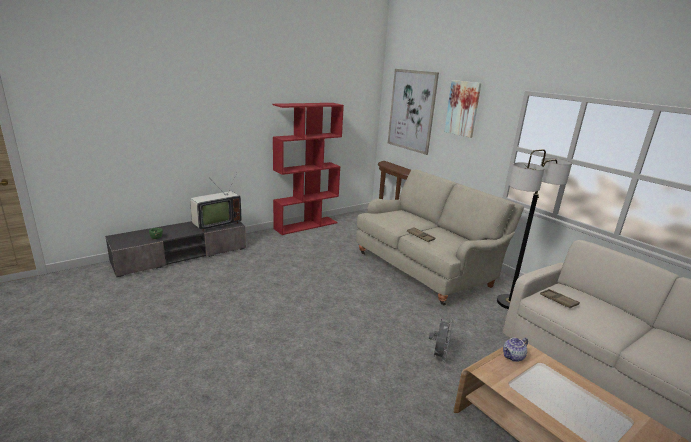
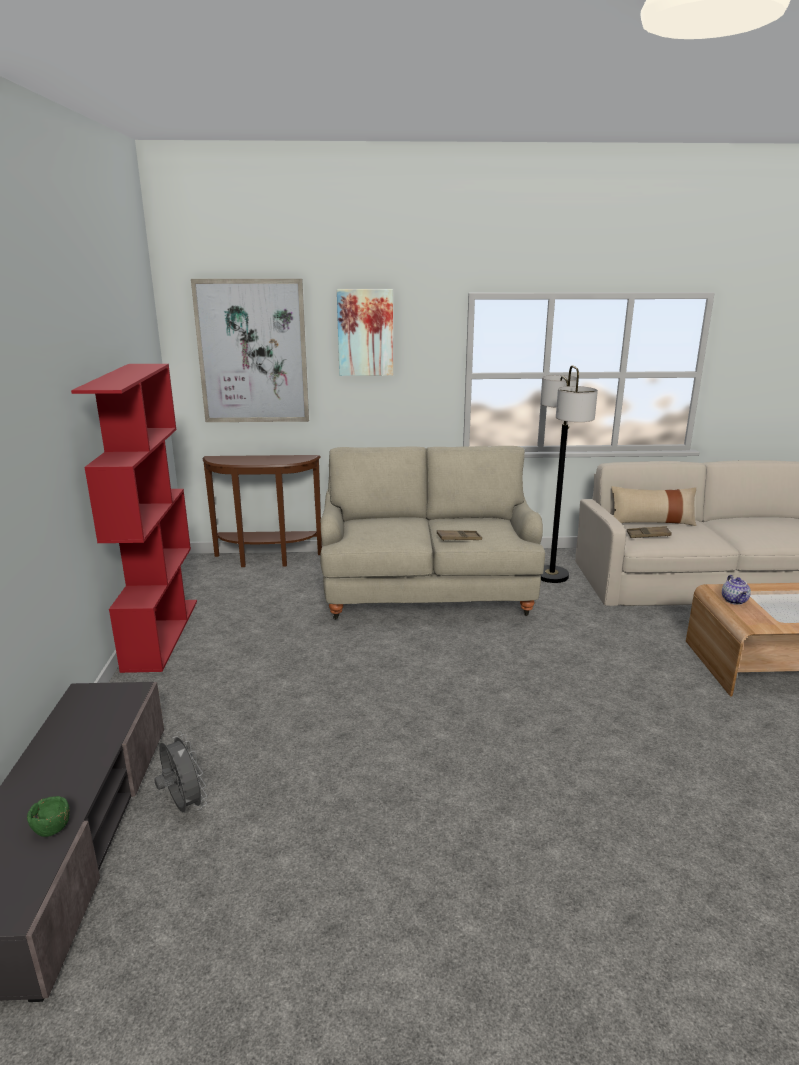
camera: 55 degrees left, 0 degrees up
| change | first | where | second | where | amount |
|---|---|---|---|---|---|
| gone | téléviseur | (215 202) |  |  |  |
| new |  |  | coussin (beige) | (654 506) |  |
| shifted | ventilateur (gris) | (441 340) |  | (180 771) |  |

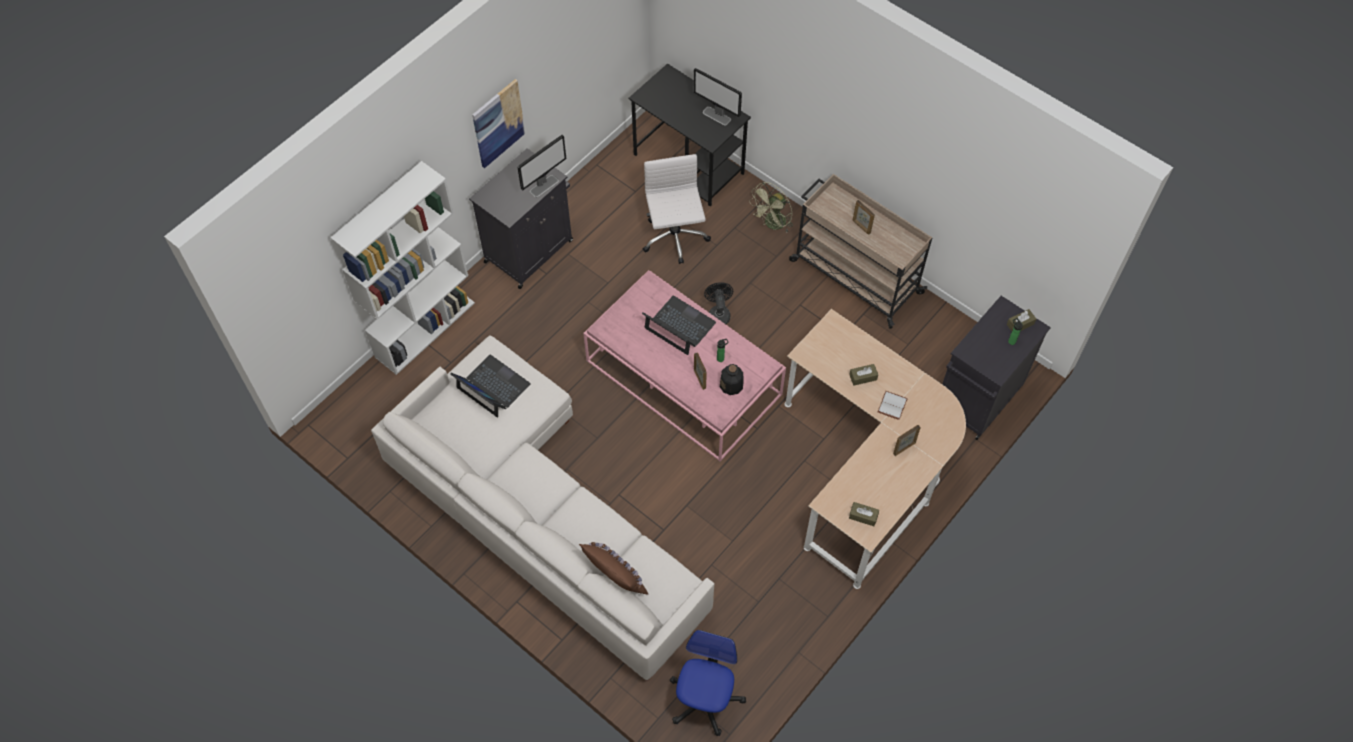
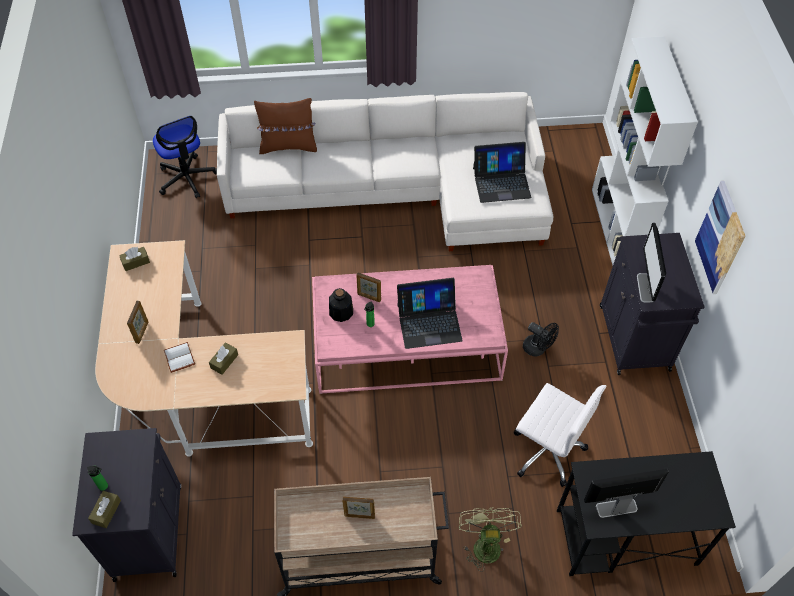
camera: 135 degrees right, 5 degrees down
| change | first | where | second | where | amount |
|---|---|---|---|---|---|
| shifted | ventilateur (noir) | (718 303) |  | (541 339) |  |

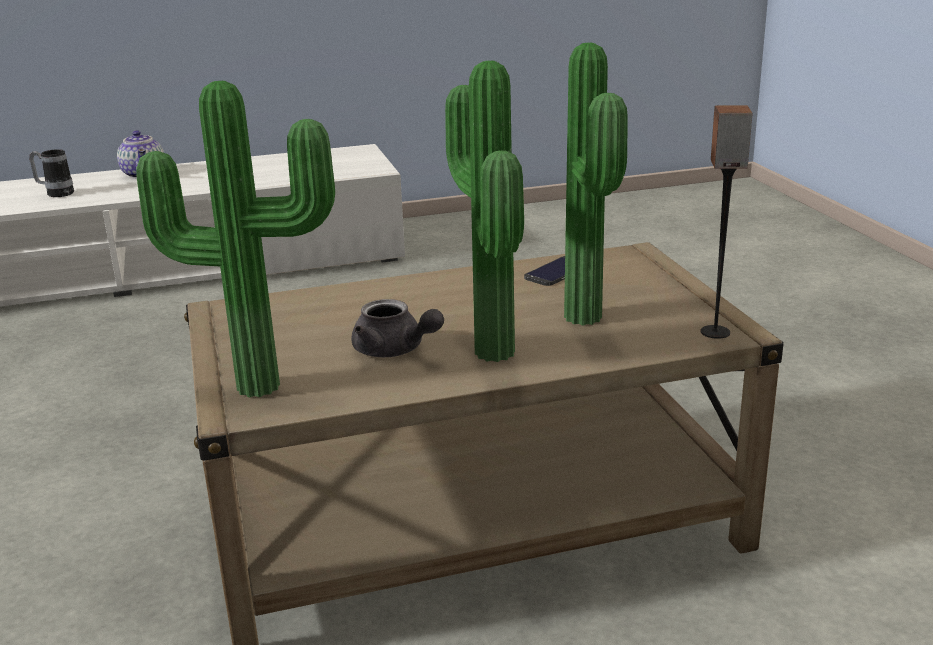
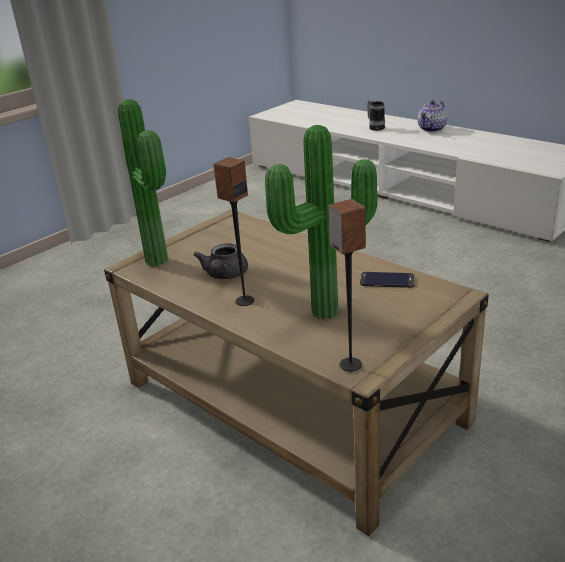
camera: 60 degrees right, 5 degrees up
| change | first | where | second | where | amount |
|---|---|---|---|---|---|
| swapped | plante en pot | (484 211) | enceinte | (233 231) |  |

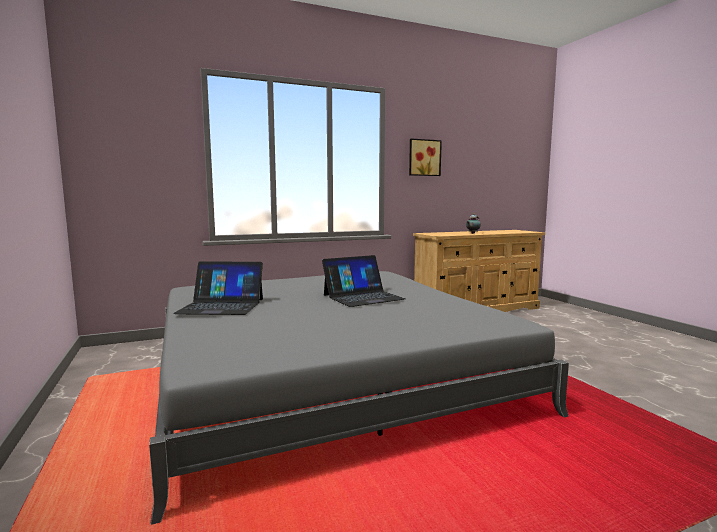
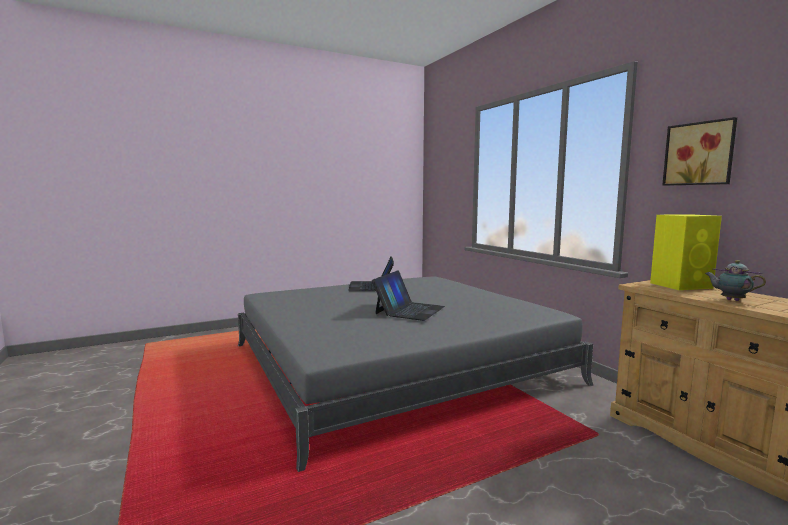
camera: 85 degrees right, 0 degrees up
| change | first | where | second | where | amount |
|---|---|---|---|---|---|
| new |  |  | enceinte (jaune) | (686 252) |  |
| rotated | ordinateur portable | (363 281) |  | (408 295) | 120 degrees counterclockwise |

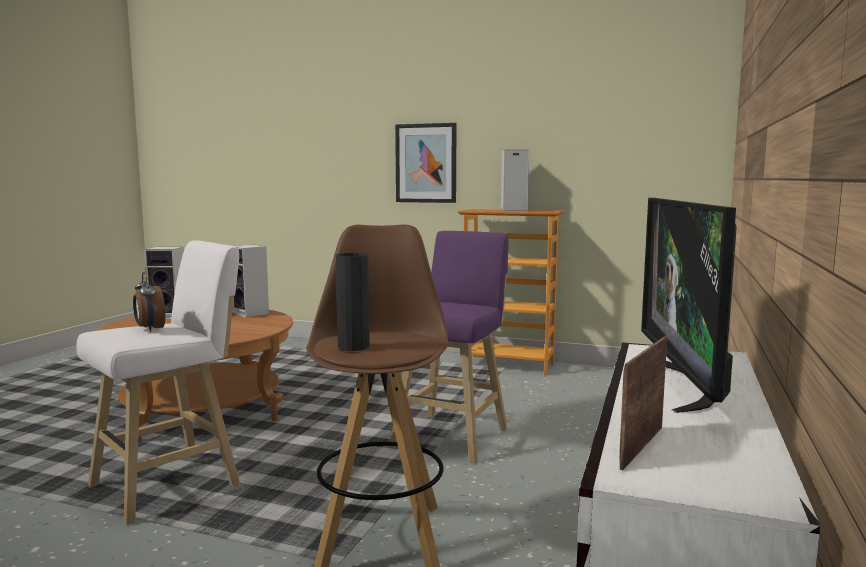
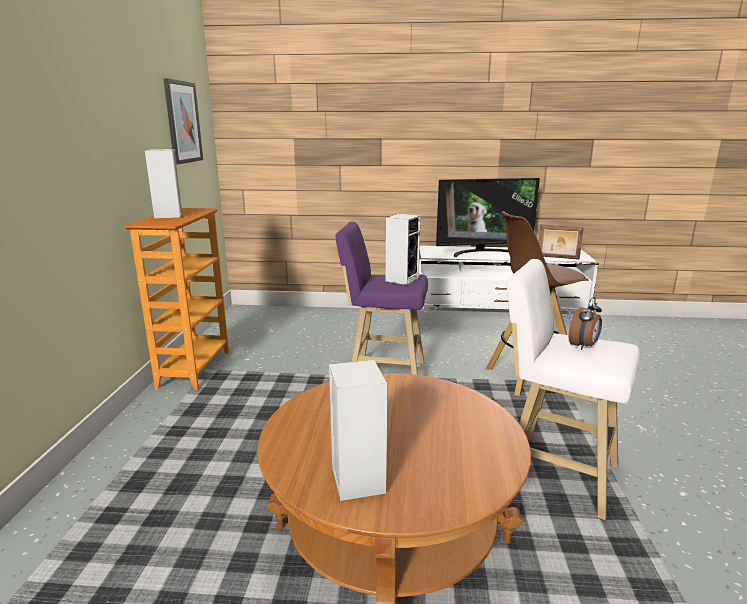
camera: 105 degrees left, 10 degrees up
| change | first | where | second | where | amount |
|---|---|---|---|---|---|
| gone | vase (noir) | (353 302) |  |  |  |
| shifted | enceinte | (250 281) |  | (403 249) |  |
| shifted | tableau | (426 163) |  | (183 121) |  |

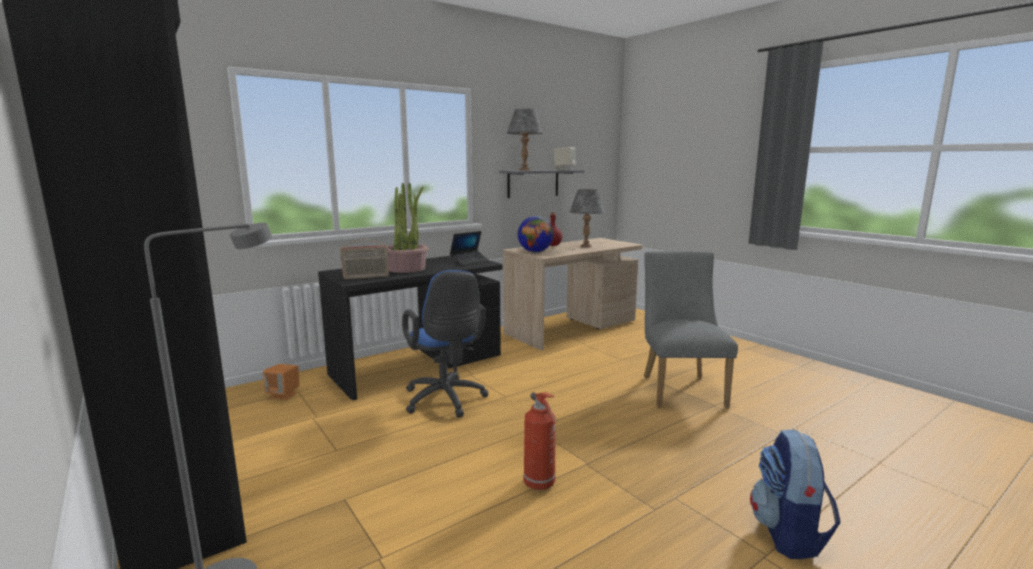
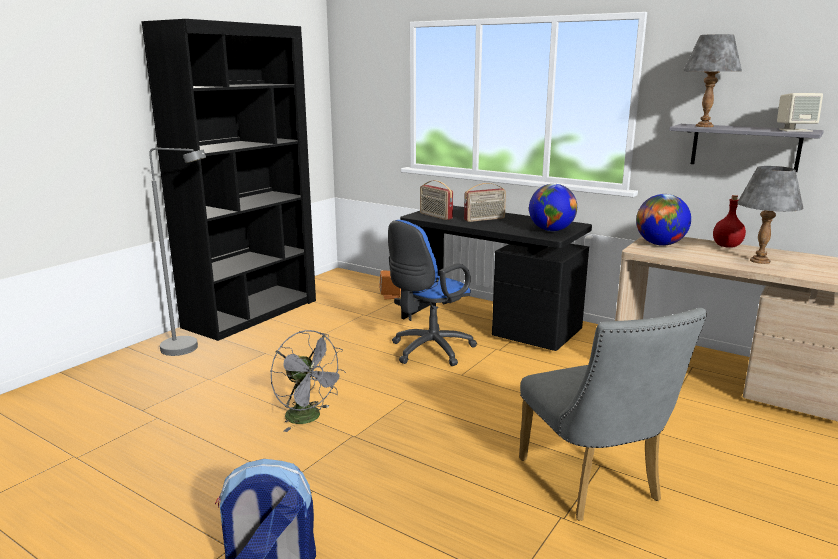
camera: 70 degrees right, 5 degrees up
| change | first | where | second | where | amount |
|---|---|---|---|---|---|
| swapped | plante en pot | (407 228) | radio | (485 202) |  |
| swapped | ordinateur portable | (470 248) | globe | (553 207) |  |
| swapped | extincteur | (540 441) | ventilateur (gris) | (308 381) |  |
| rotated | chaise (gris) | (691 329) |  | (613 414) | 90 degrees clockwise |

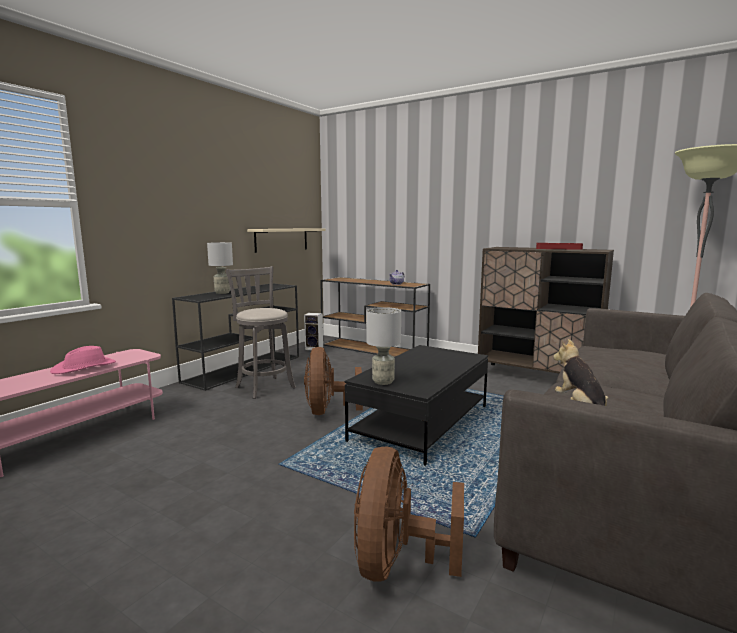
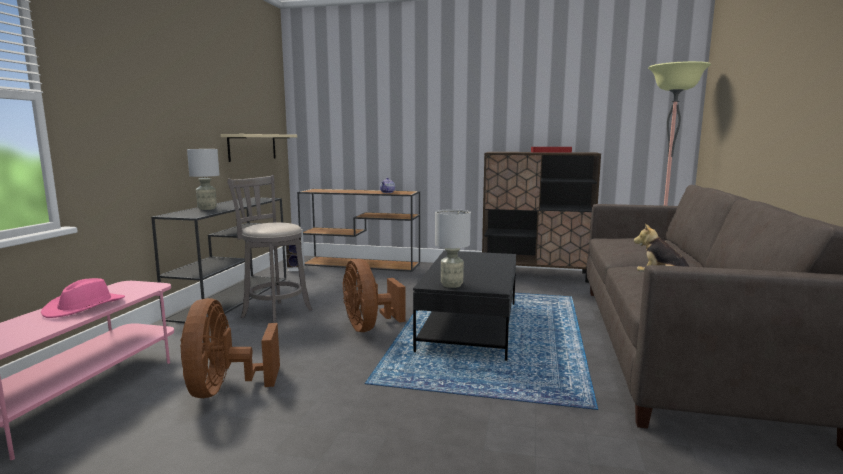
camera: 20 degrees left, 0 degrees up
| change | first | where | second | where | amount |
|---|---|---|---|---|---|
| shifted | ventilateur (marron) | (409 514) |  | (230 348) |  |

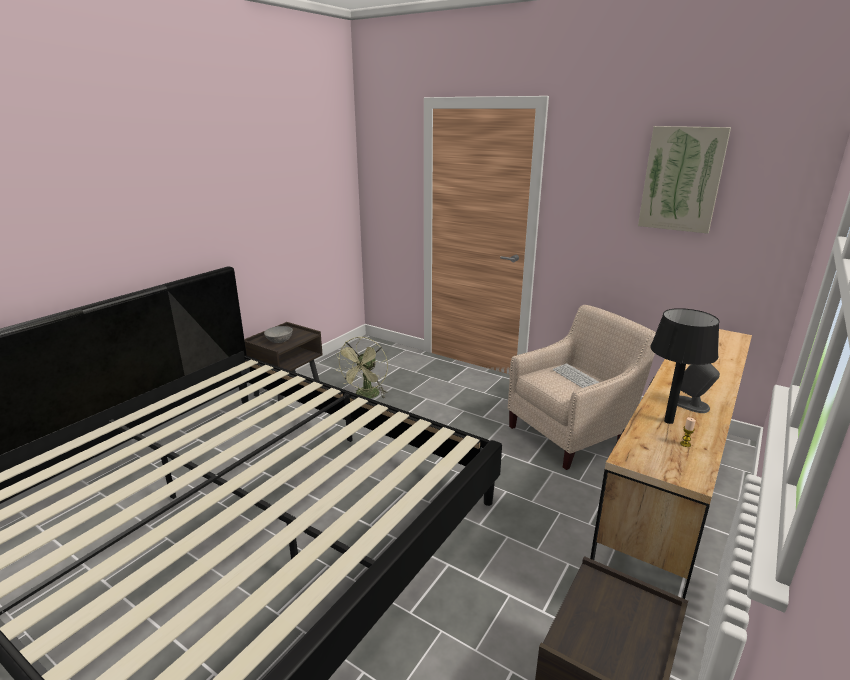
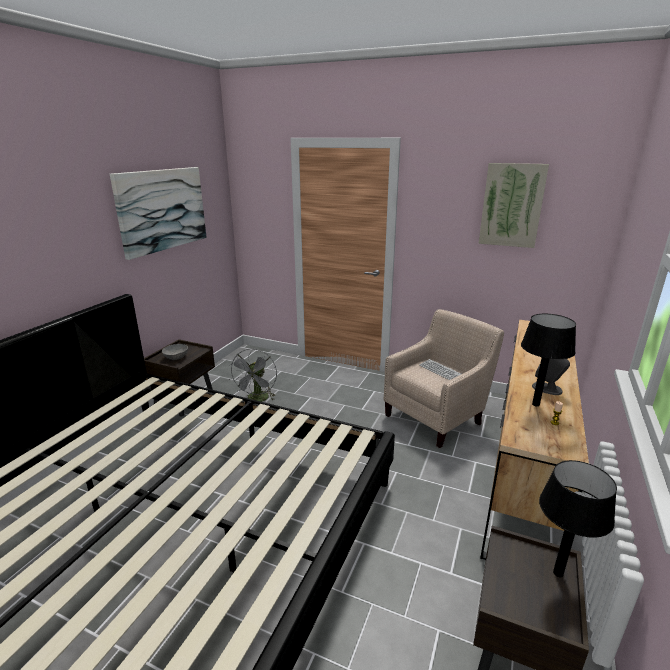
camera: 10 degrees left, 0 degrees up
| change | first | where | second | where | amount |
|---|---|---|---|---|---|
| new |  |  | tableau | (158 213) |  |
| new |  |  | lampe de table (noir) | (578 519) |  |
| repainted | ventilateur (vert) | (361 368) | ventilateur (gris) | (253 375) |  |

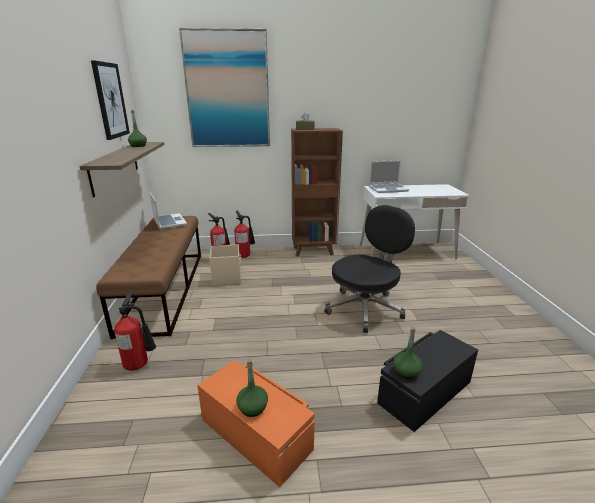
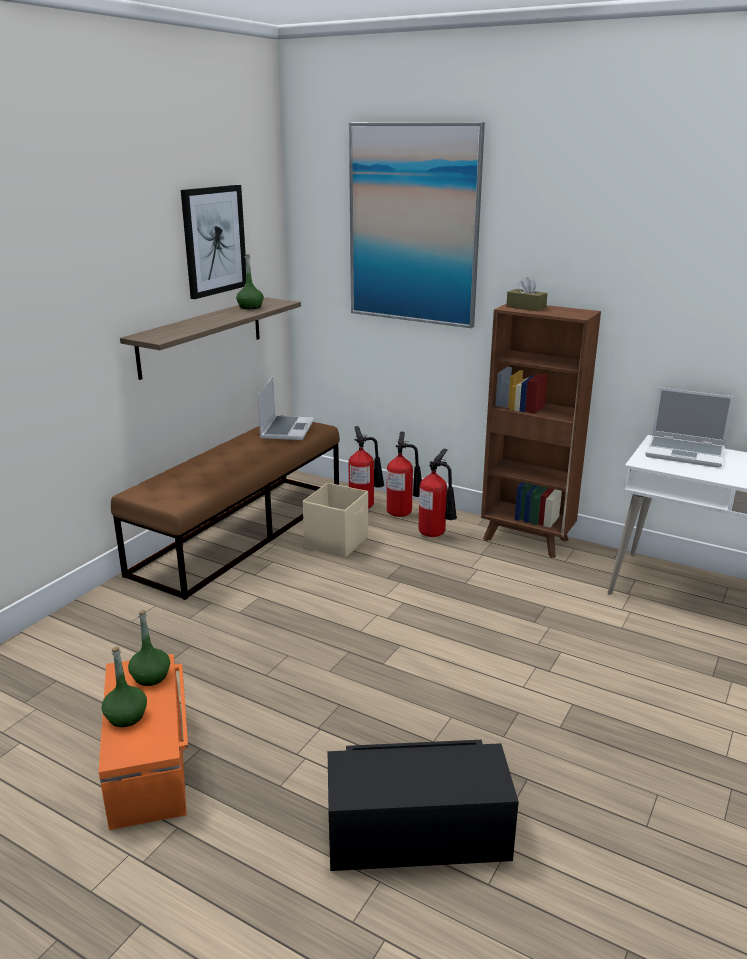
camera: 35 degrees right, 0 degrees up
| change | first | where | second | where | amount |
|---|---|---|---|---|---|
| gone | chaise de bureau (noir) | (369 269) |  |  |  |
| shifted | extincteur | (135 331) |  | (437 493) |  |
| shifted | bouteille (vert) | (407 353) |  | (149 648) |  |

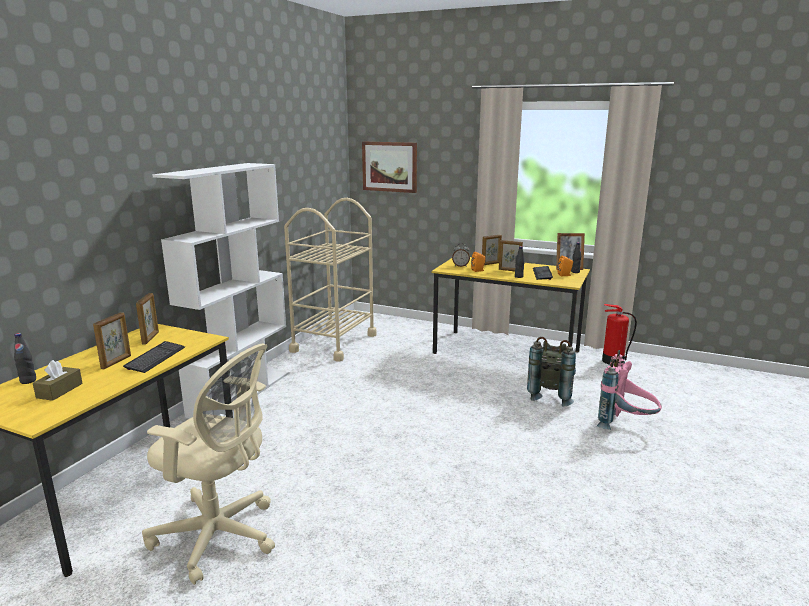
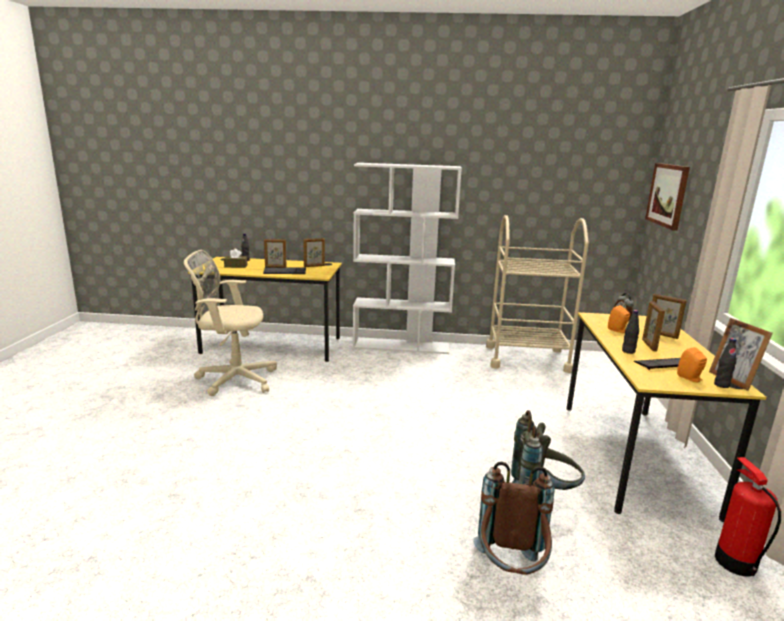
camera: 70 degrees right, 0 degrees up
| change | first | where | second | where | amount |
|---|---|---|---|---|---|
| repainted | sac à dos (rose) | (629 390) | sac à dos (marron) | (514 518) |  |
| rotated | chaise de bureau (beige) | (208 464) |  | (230 323) | 90 degrees clockwise |

